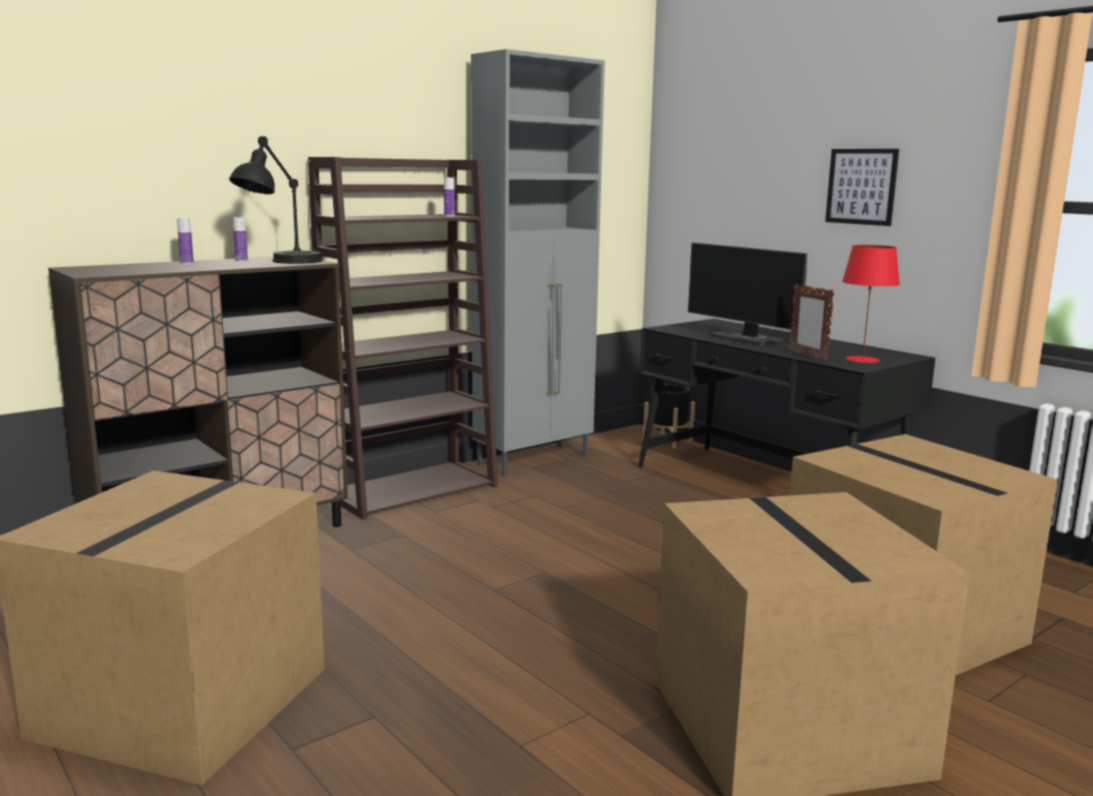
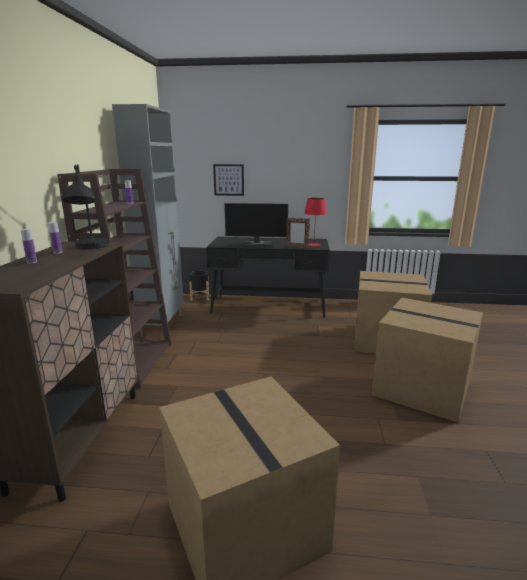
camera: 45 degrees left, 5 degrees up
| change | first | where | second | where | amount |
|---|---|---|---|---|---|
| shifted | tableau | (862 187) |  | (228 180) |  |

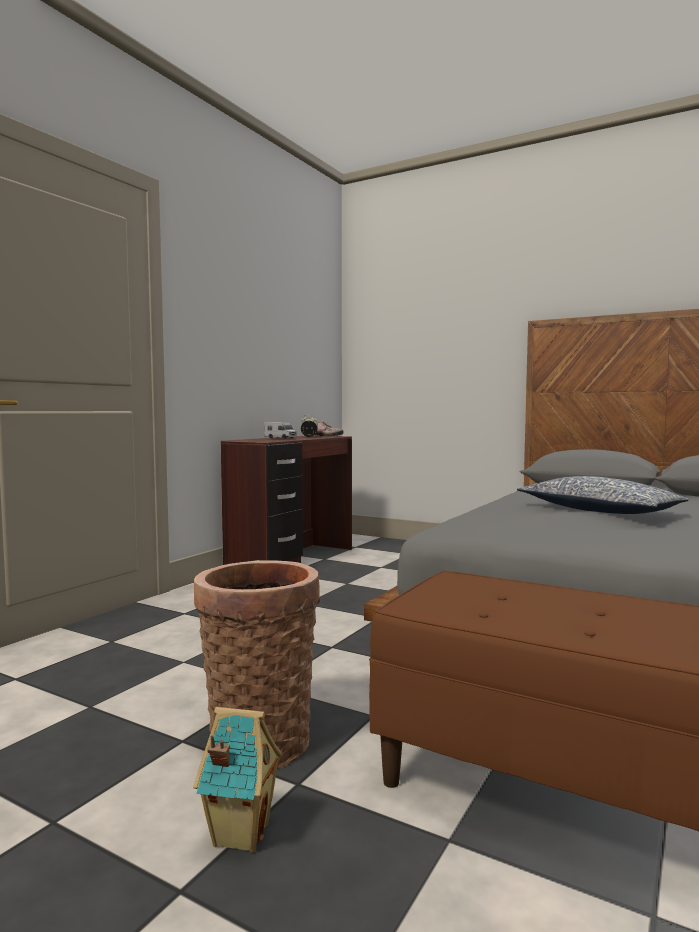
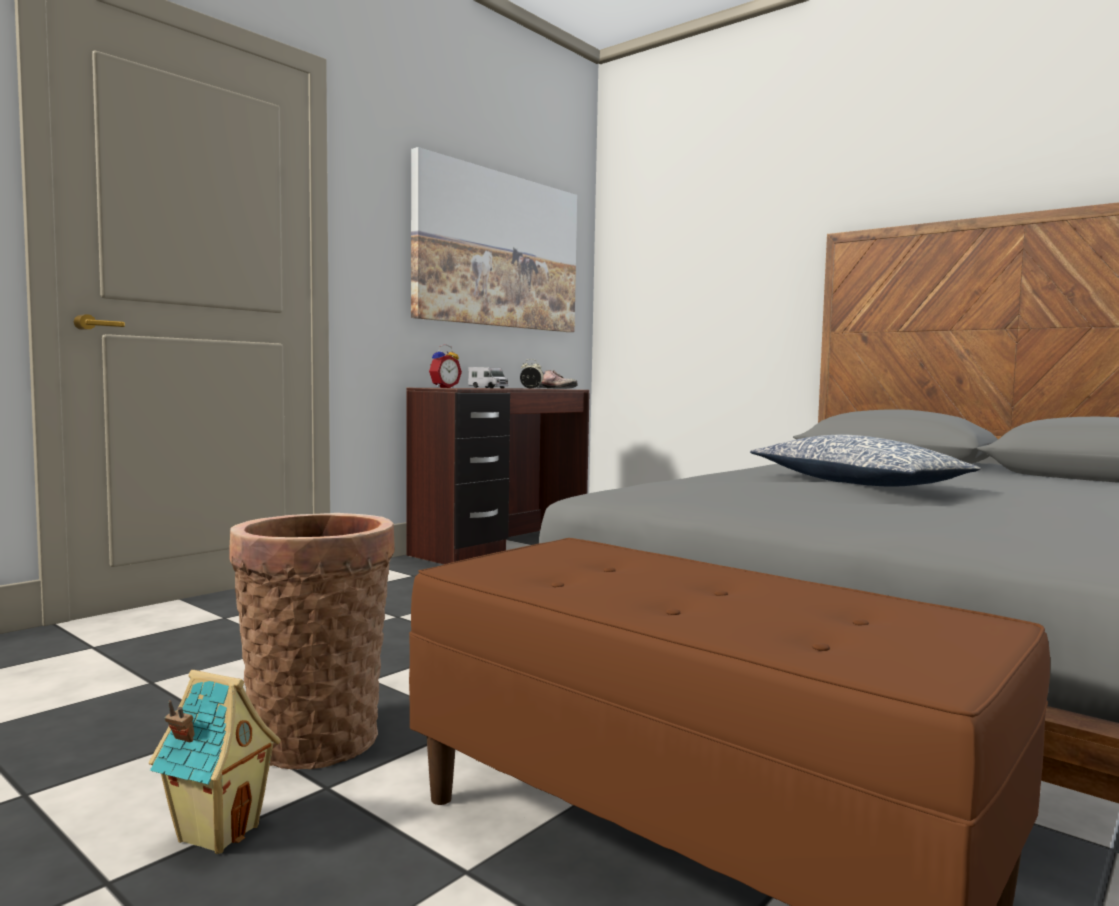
camera: 10 degrees right, 0 degrees up
| change | first | where | second | where | amount |
|---|---|---|---|---|---|
| new |  |  | tableau | (494 239) |  |
| new |  |  | réveil | (445 366) |  |

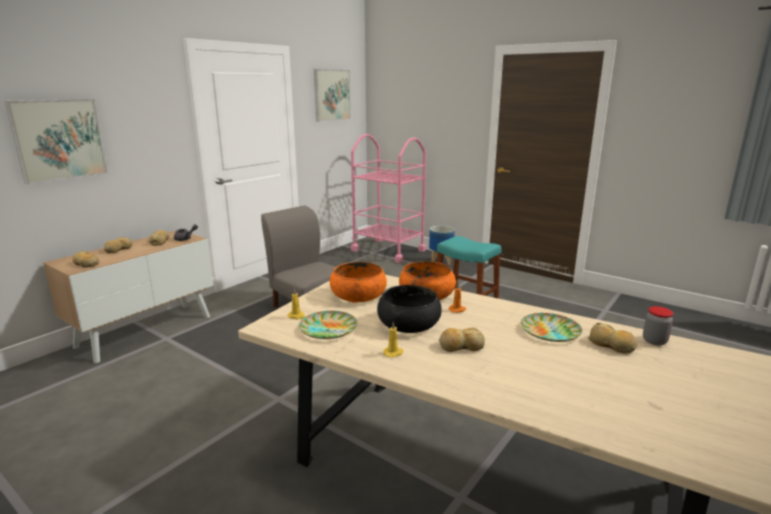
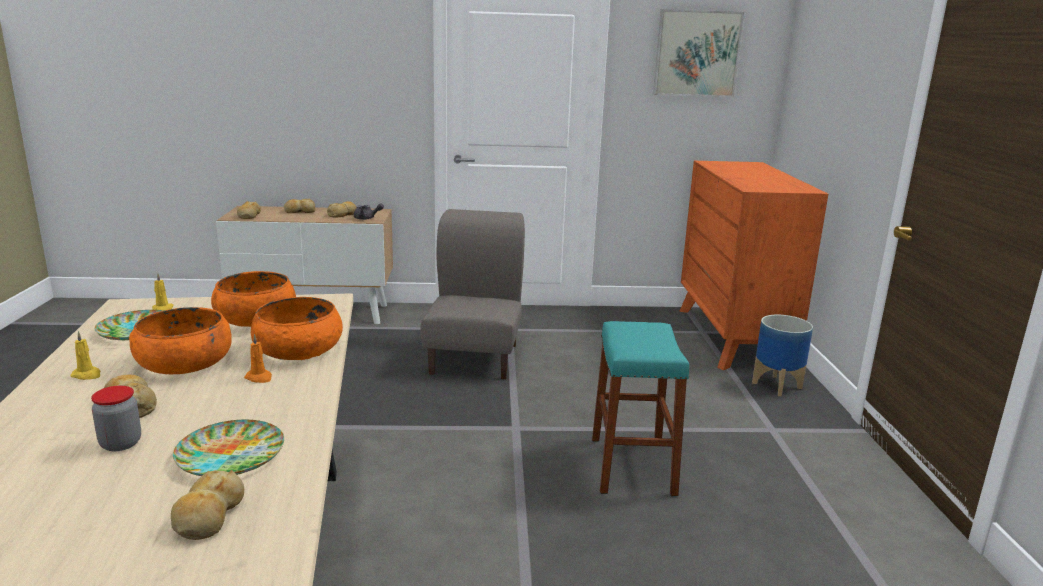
camera: 50 degrees right, 0 degrees up
| change | first | where | second | where | amount |
|---|---|---|---|---|---|
| gone | tableau | (56 141) |  |  |  |
| shifted | bocal | (658 325) |  | (116 418) |  |
| swapped | chariot (rose) | (388 198) | commode (orange) | (753 265) |  |
| repainted | bol (noir) | (409 309) | bol (orange) | (180 340) |  |

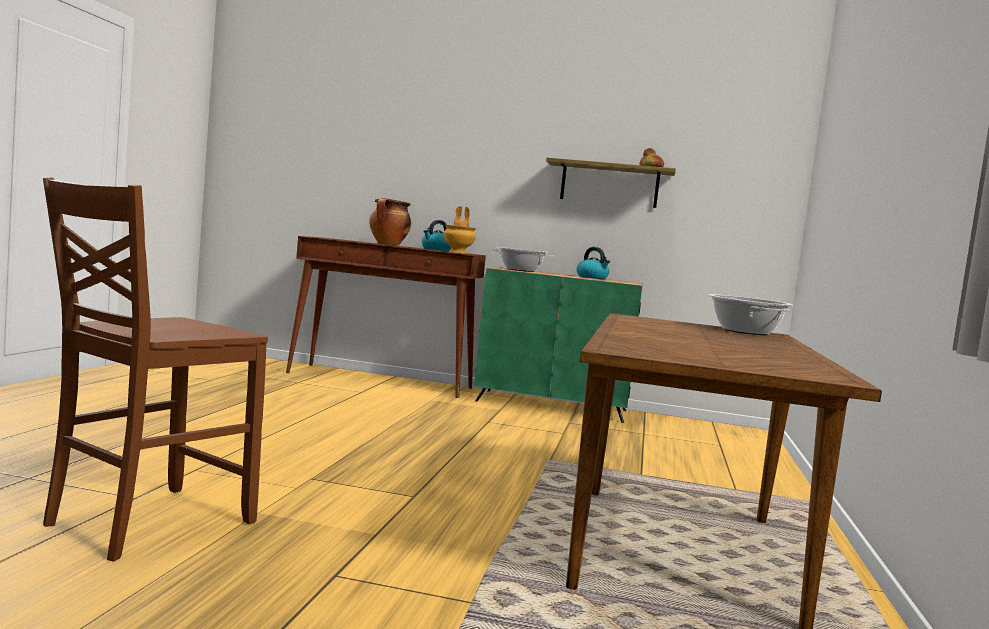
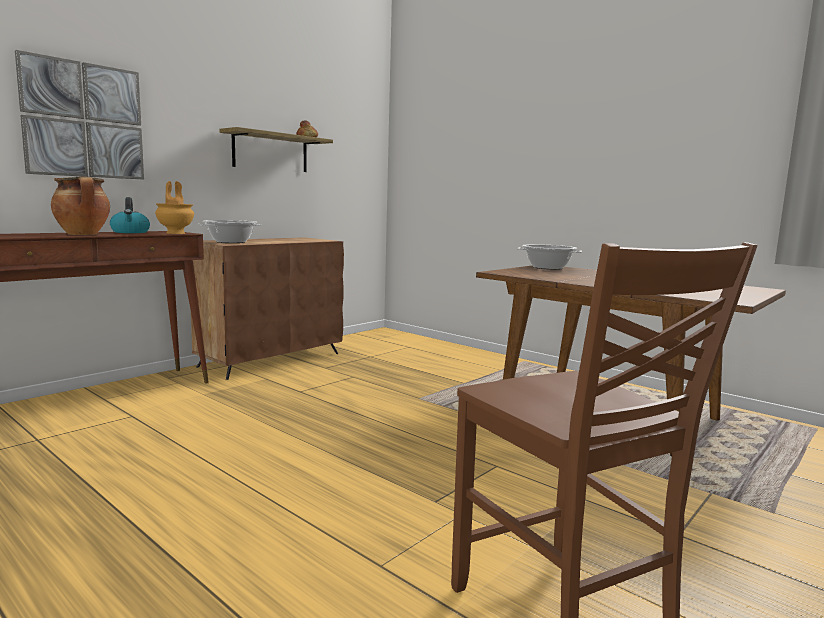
camera: 60 degrees left, 5 degrees up
| change | first | where | second | where | amount |
|---|---|---|---|---|---|
| gone | bouilloire | (593 263) |  |  |  |
| new |  |  | tableau | (79 114) |  |
| repainted | meuble de rangement (vert) | (558 345) | meuble de rangement (marron) | (267 308) |  |

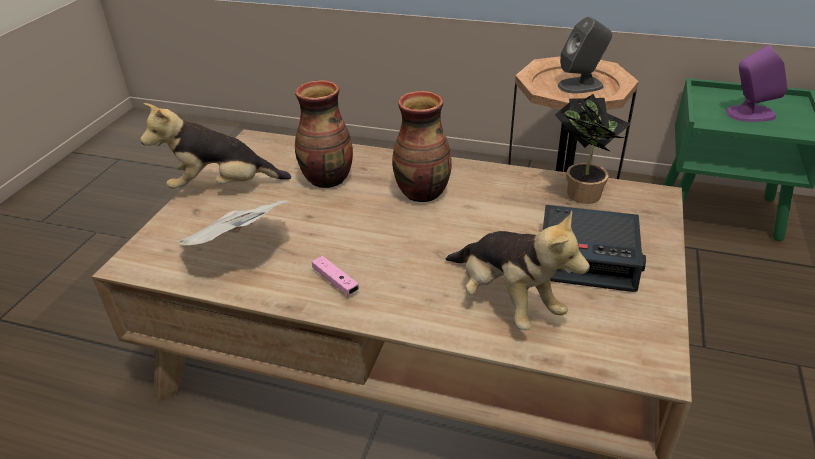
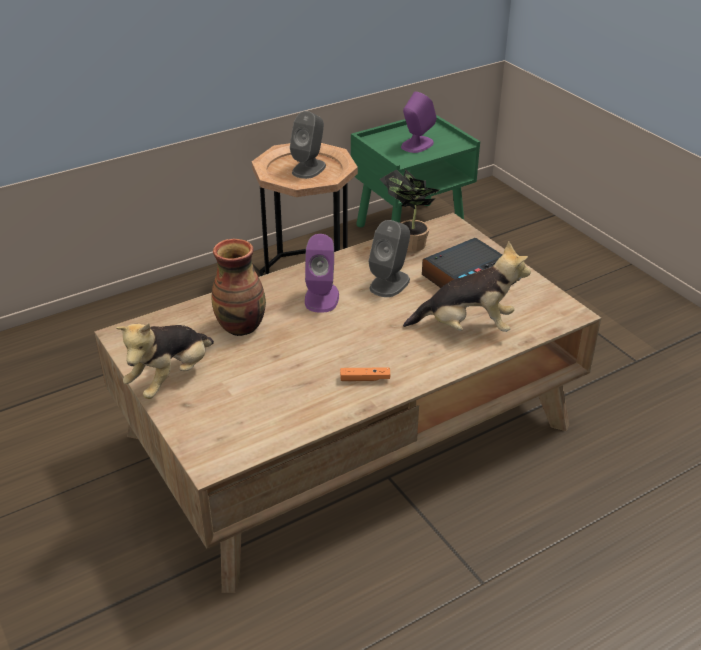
camera: 50 degrees left, 0 degrees up
| change | first | where | second | where | amount |
|---|---|---|---|---|---|
| gone | journal | (232 223) |  |  |  |
| new |  |  | enceinte (gris) | (389 258) |  |
| swapped | vase | (422 146) | enceinte (violet) | (322 273) |  |
| repainted | manette (rose) | (335 275) | manette (orange) | (365 374) |  |

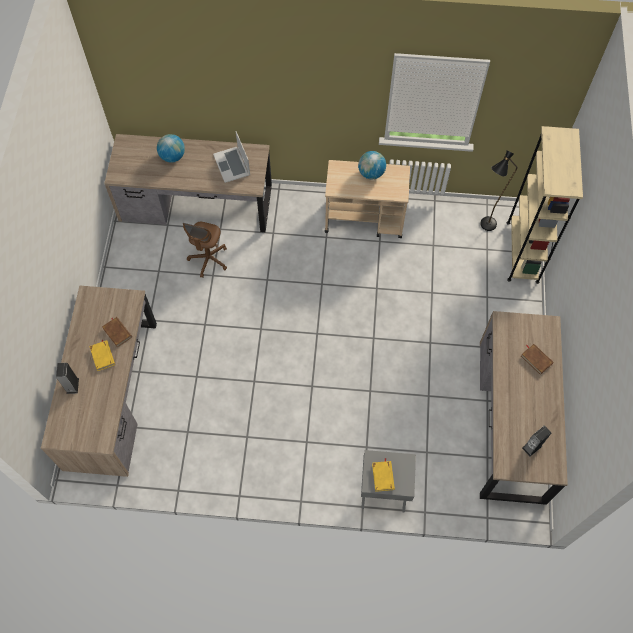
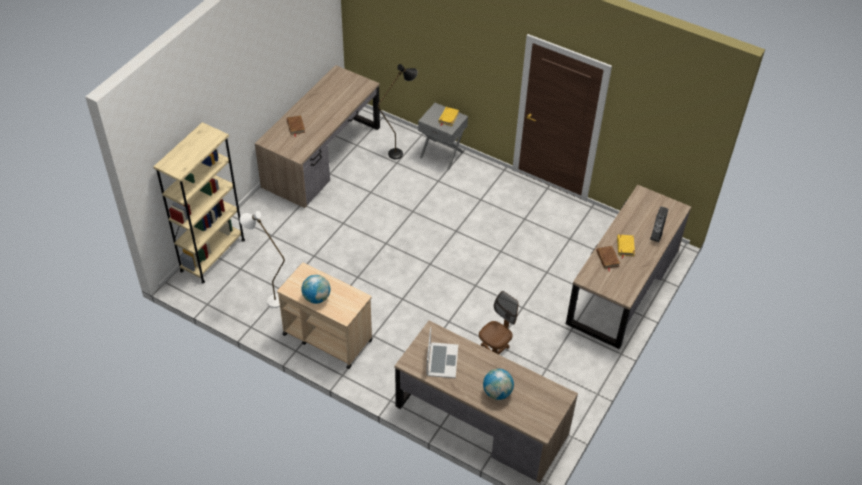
camera: 155 degrees left, 15 degrees down
| change | first | where | second | where | amount |
|---|---|---|---|---|---|
| gone | enceinte | (536 440) |  |  |  |
| new |  |  | lampadaire (blanc) | (262 259) |  |
| shifted | lampadaire (noir) | (498 191) |  | (398 111) |  |

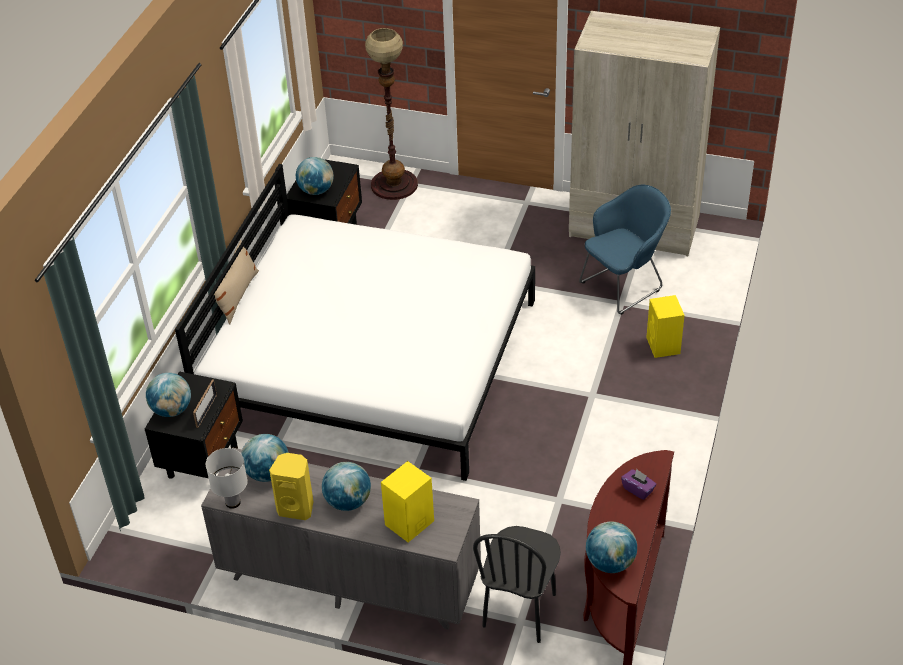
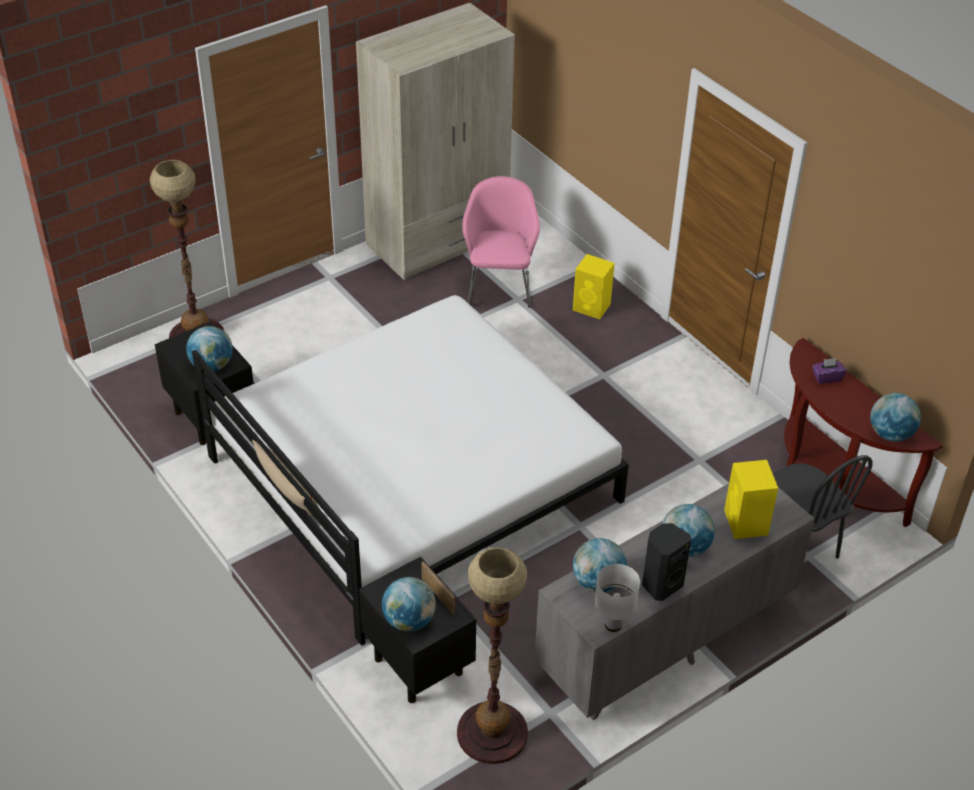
camera: 55 degrees left, 0 degrees up
| change | first | where | second | where | amount |
|---|---|---|---|---|---|
| new |  |  | lampadaire | (492 655) |  |
| repainted | enceinte (jaune) | (291 486) | enceinte (noir) | (666 562) |  |
| repainted | fauteuil (bleu) | (625 250) | fauteuil (rose) | (501 242) |  |

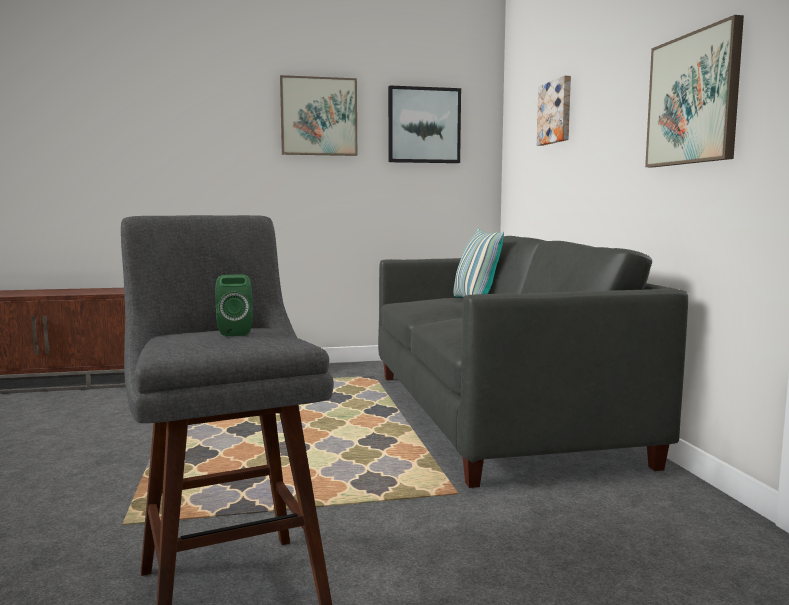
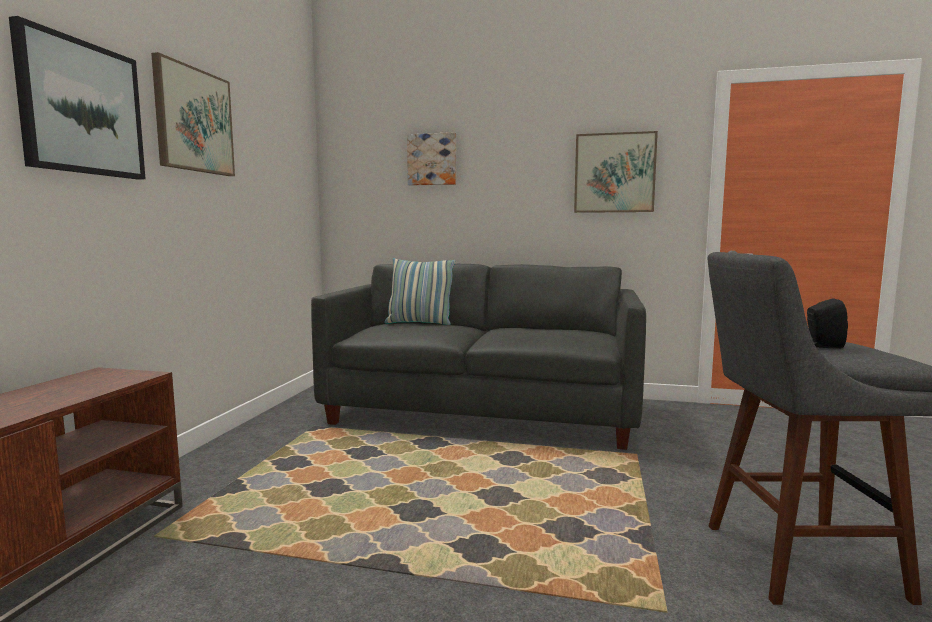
camera: 65 degrees left, 0 degrees up
| change | first | where | second | where | amount |
|---|---|---|---|---|---|
| shifted | tableau | (424 124) |  | (77 98) |  |
| repainted | enceinte (vert) | (234 305) | enceinte (noir) | (827 323) |  |

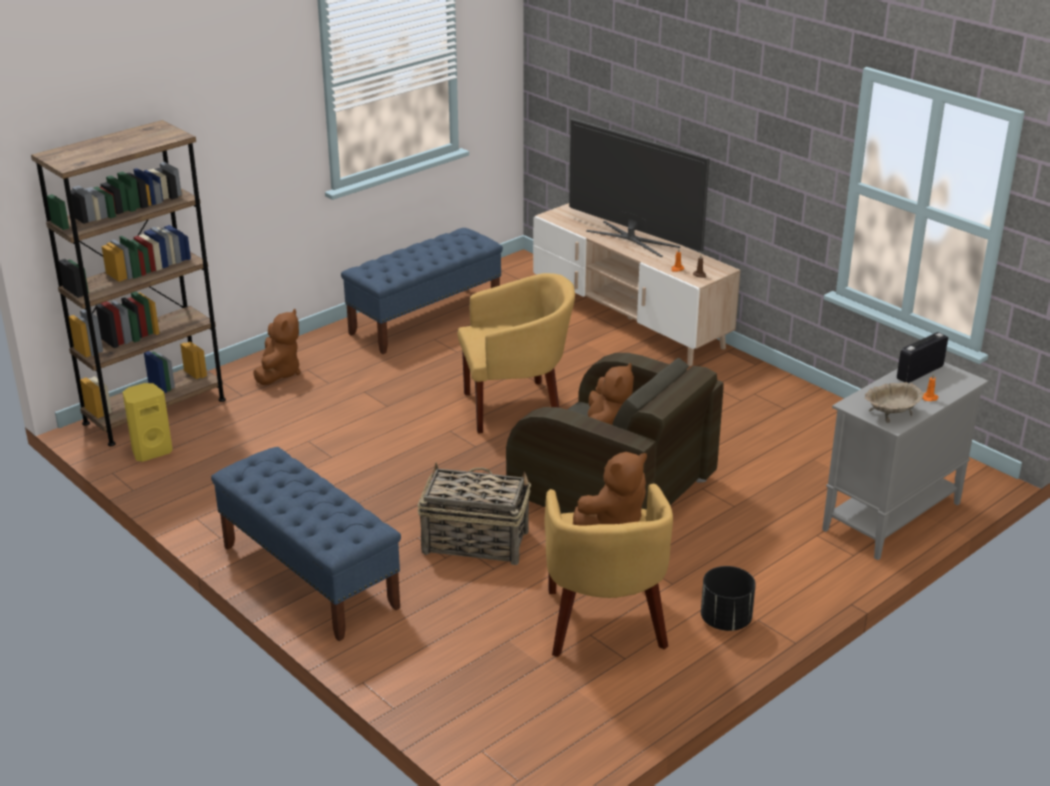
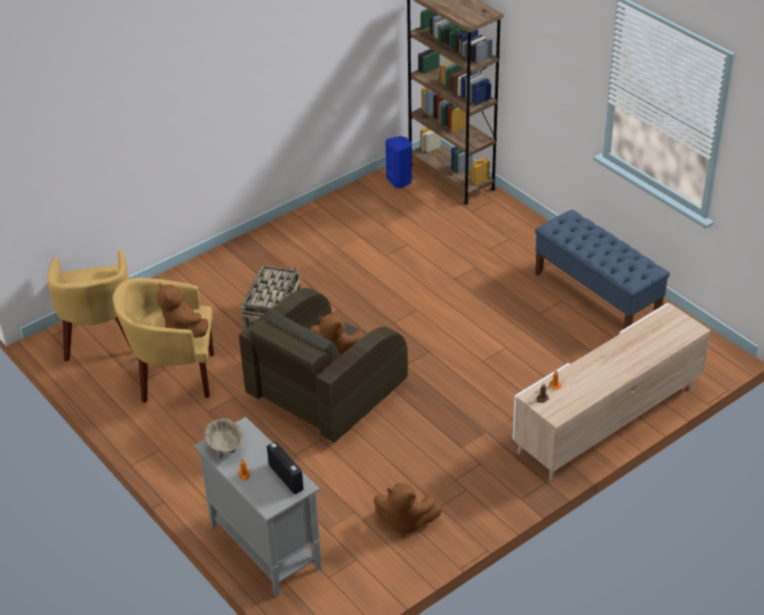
camera: 95 degrees right, 10 degrees up
| change | first | where | second | where | amount |
|---|---|---|---|---|---|
| gone | banc (bleu) | (306 544) |  |  |  |
| gone | téléviseur | (639 187) |  |  |  |
| gone | cache-pot (noir) | (728 598) |  |  |  |
| shifted | peluche (marron) | (277 347) |  | (407 510) |  |
| shifted | fauteuil (jaune) | (516 353) |  | (90 306) |  |
| repainted | enceinte (jaune) | (148 422) | enceinte (bleu) | (399 162) |  |

